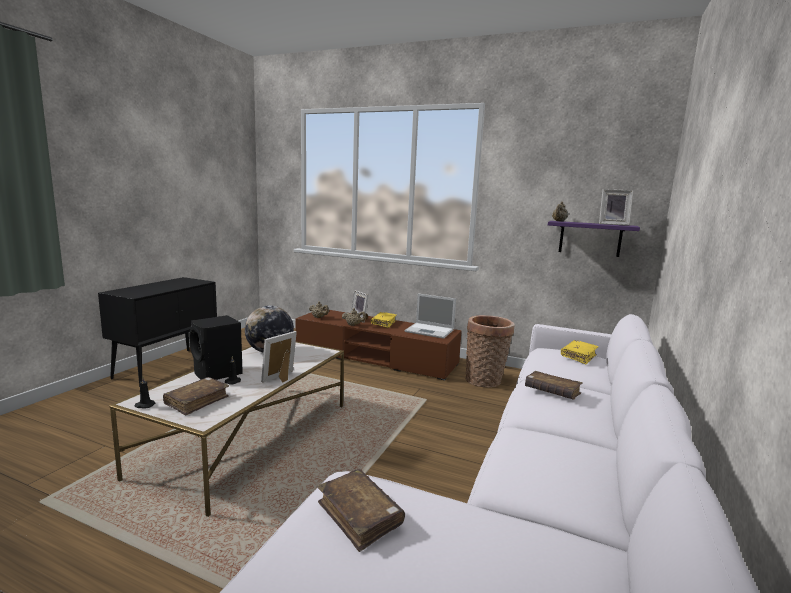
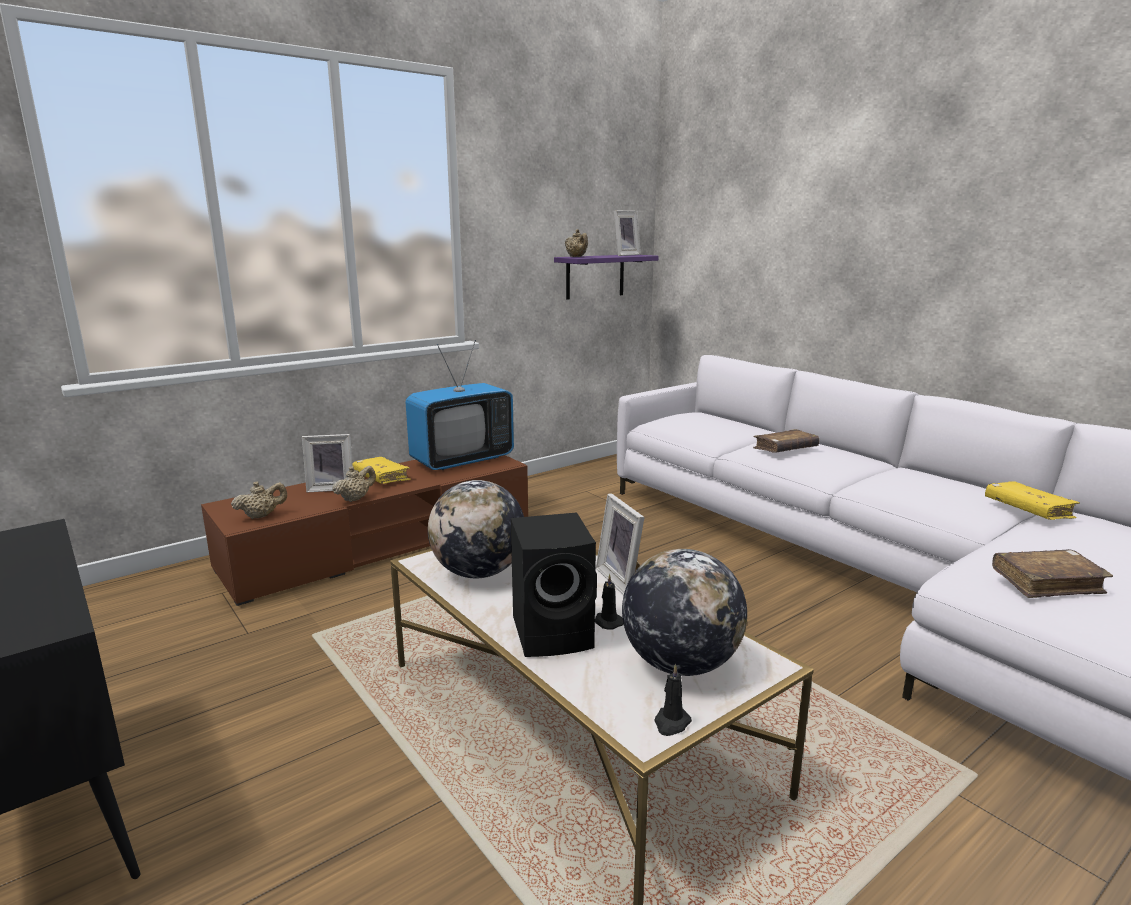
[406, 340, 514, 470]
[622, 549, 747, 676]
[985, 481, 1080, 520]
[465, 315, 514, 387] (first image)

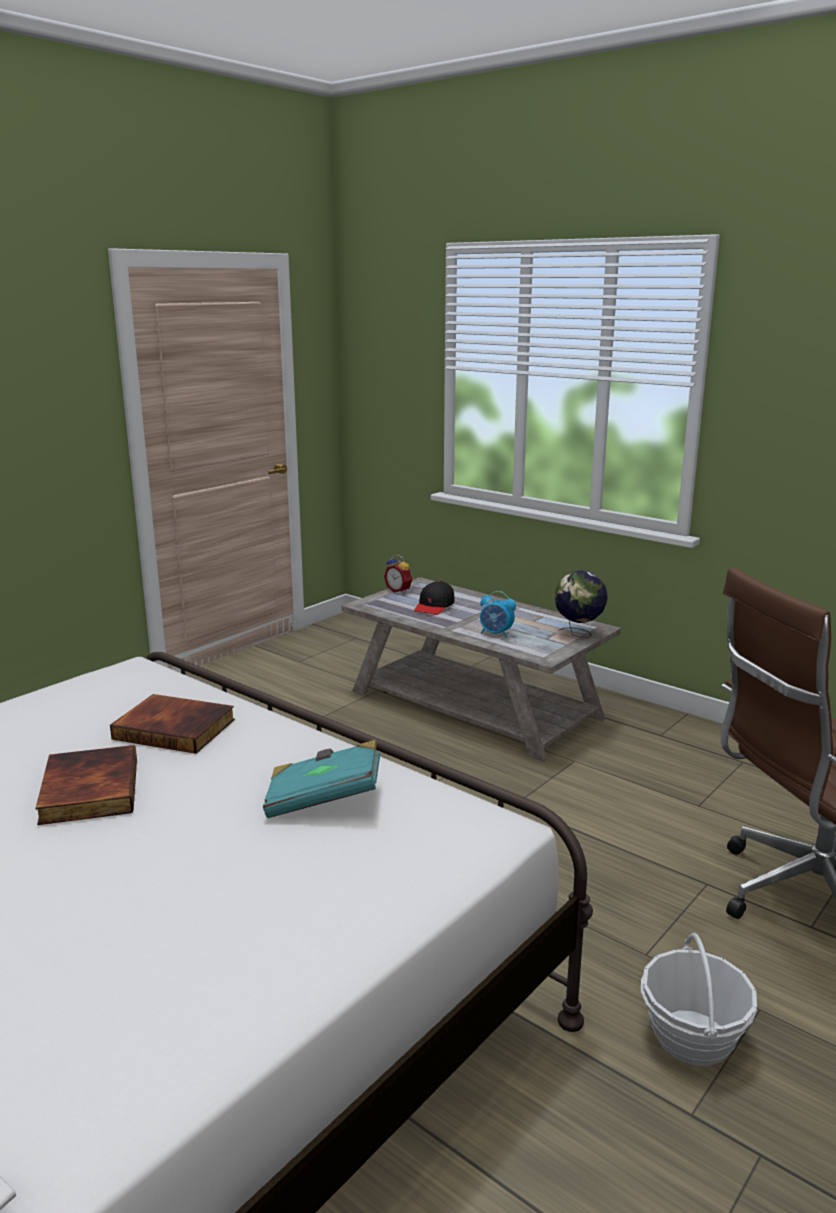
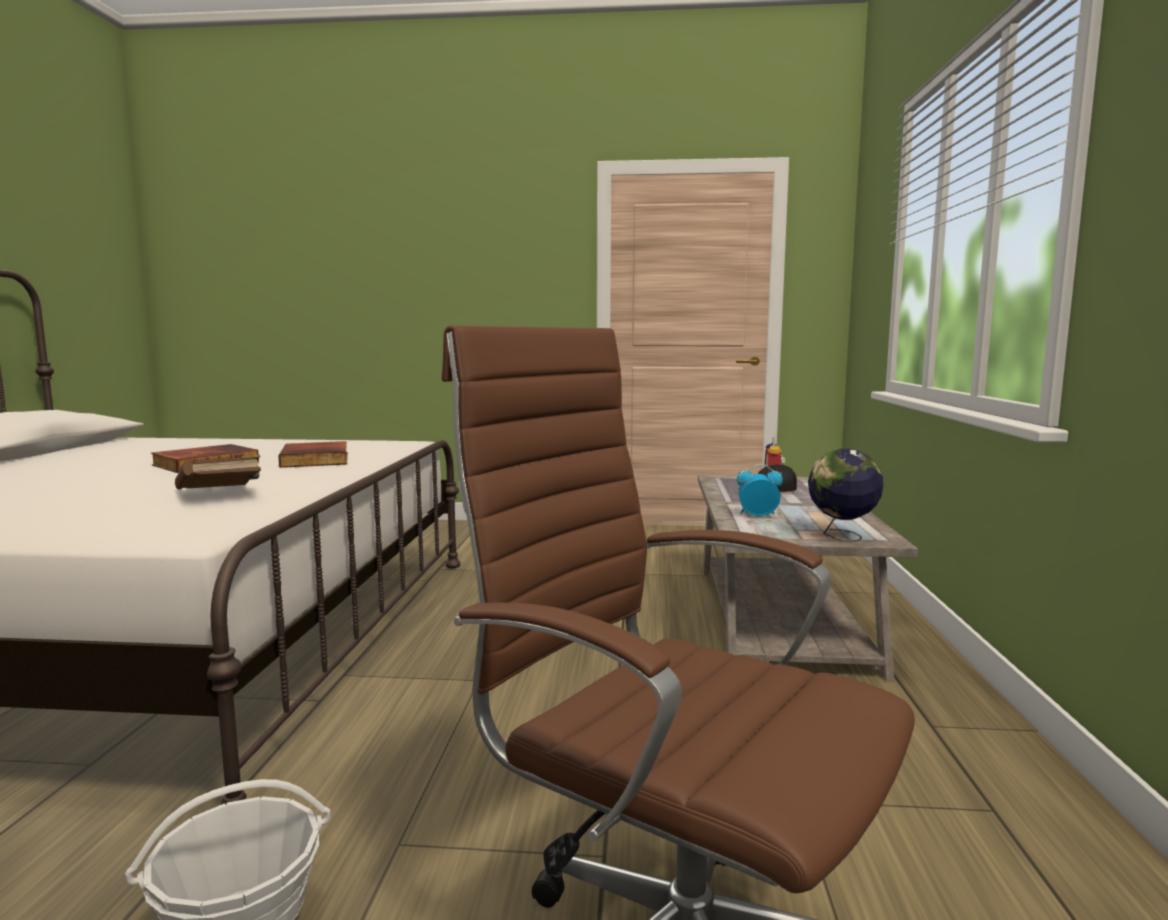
[175, 454, 261, 489]
[737, 464, 783, 516]

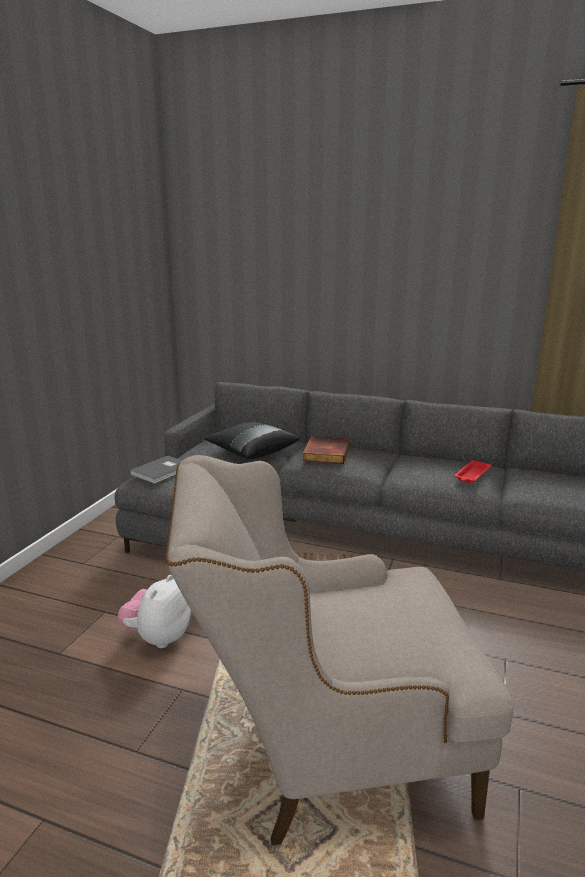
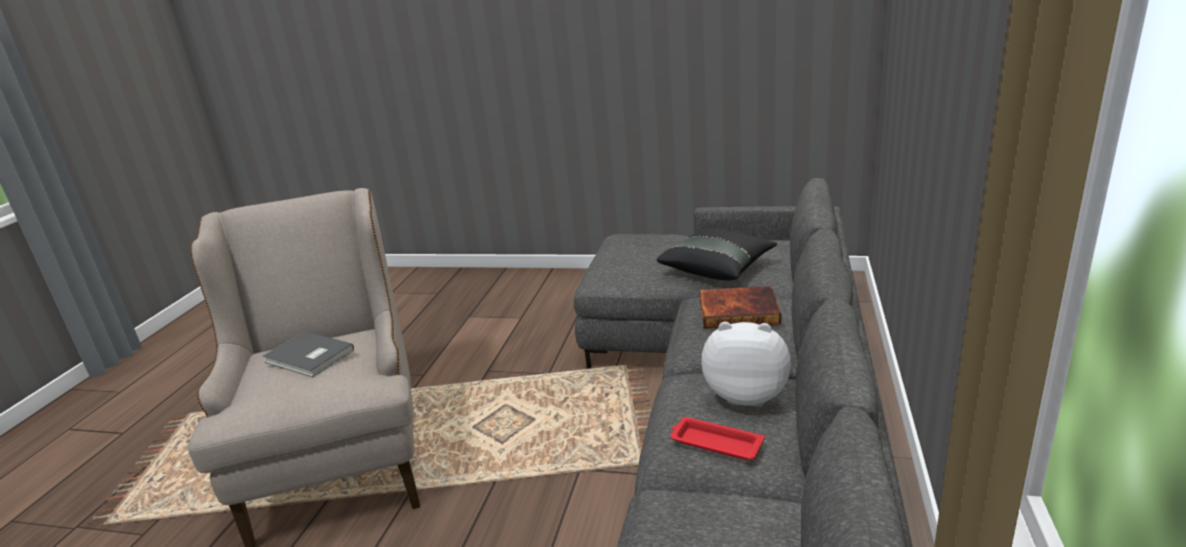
[263, 331, 354, 377]
[701, 322, 791, 407]

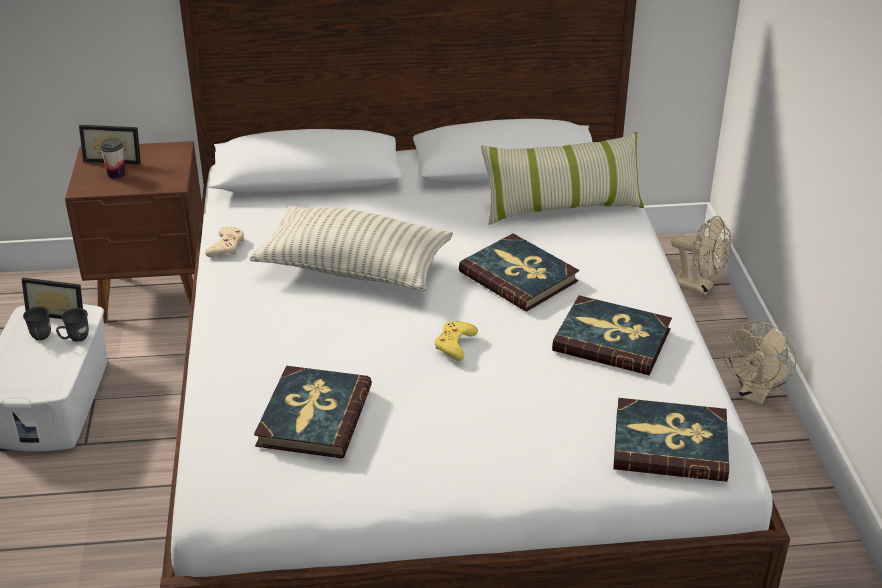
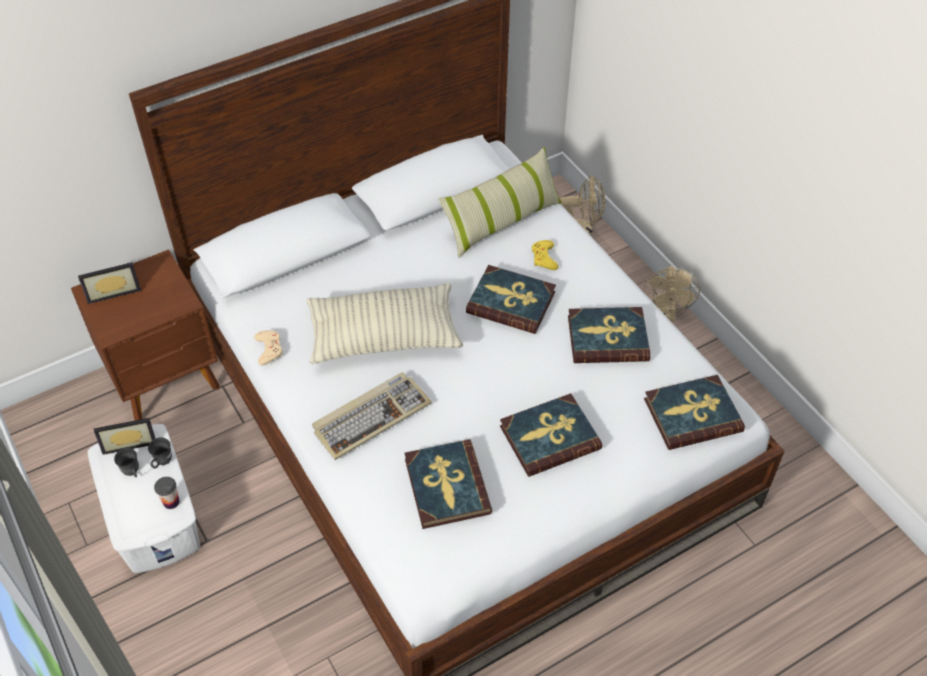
[154, 477, 179, 509]
[312, 372, 432, 460]
[500, 393, 602, 477]
[532, 240, 558, 270]

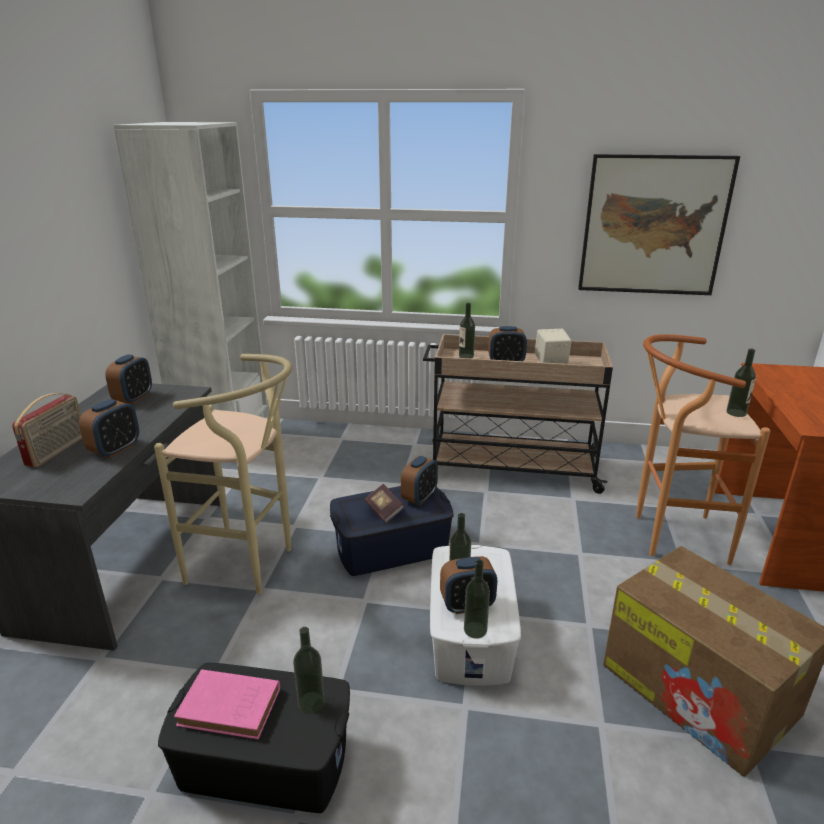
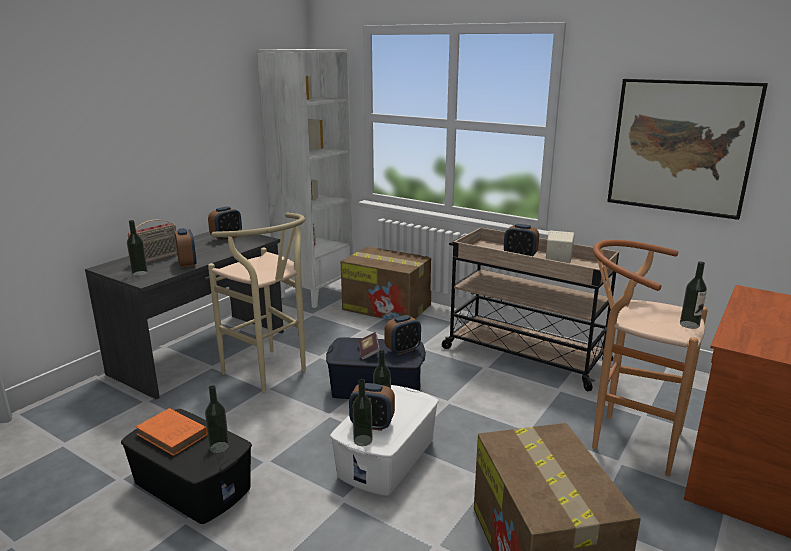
[127, 220, 148, 276]
[136, 408, 208, 456]
[175, 228, 197, 268]
[341, 247, 431, 320]

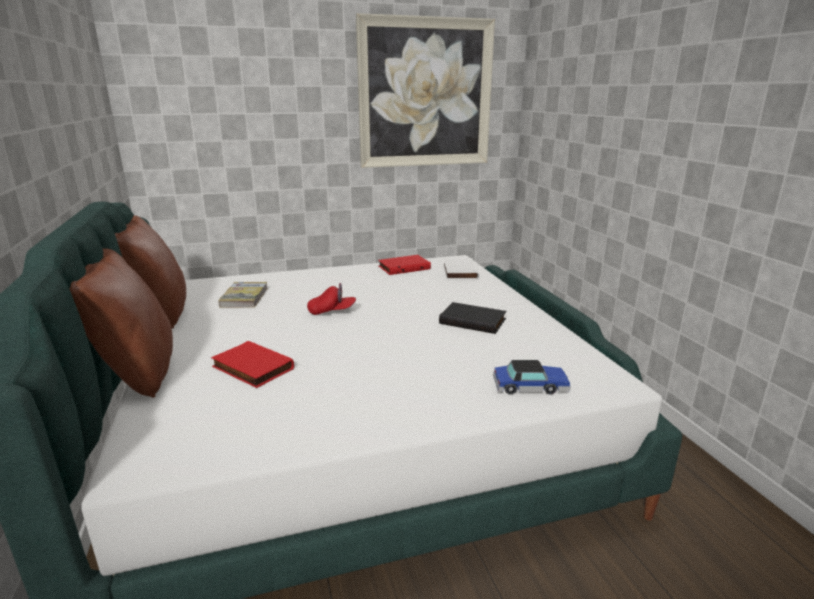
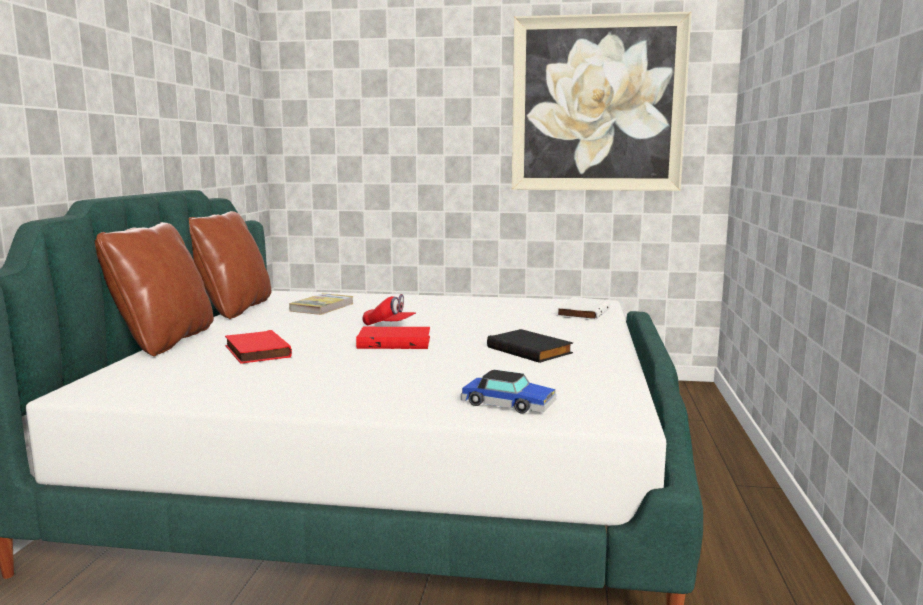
[356, 327, 430, 349]

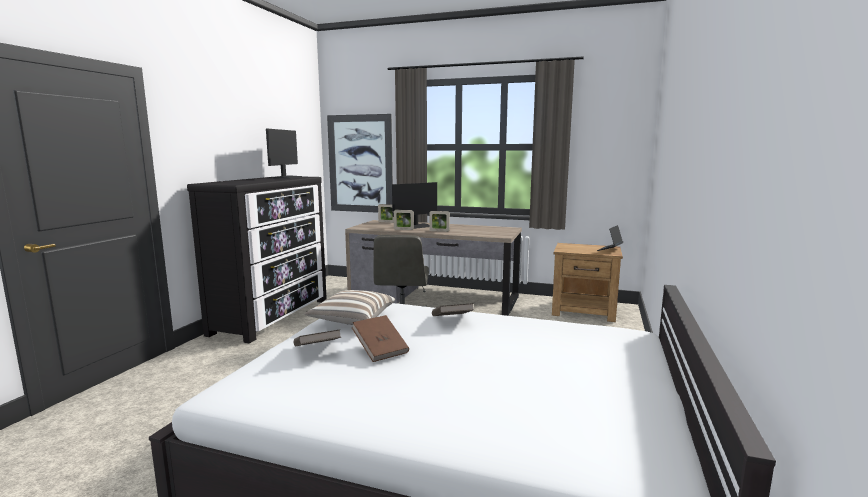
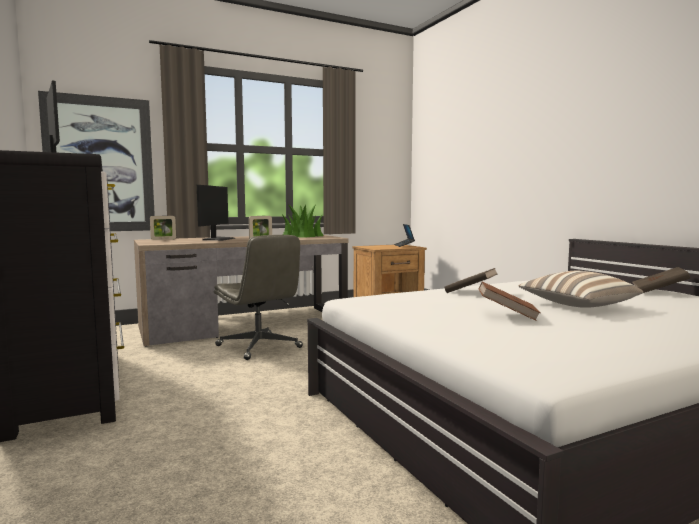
[283, 204, 324, 238]
[518, 271, 643, 308]
[632, 267, 690, 293]
[394, 210, 414, 230] (first image)

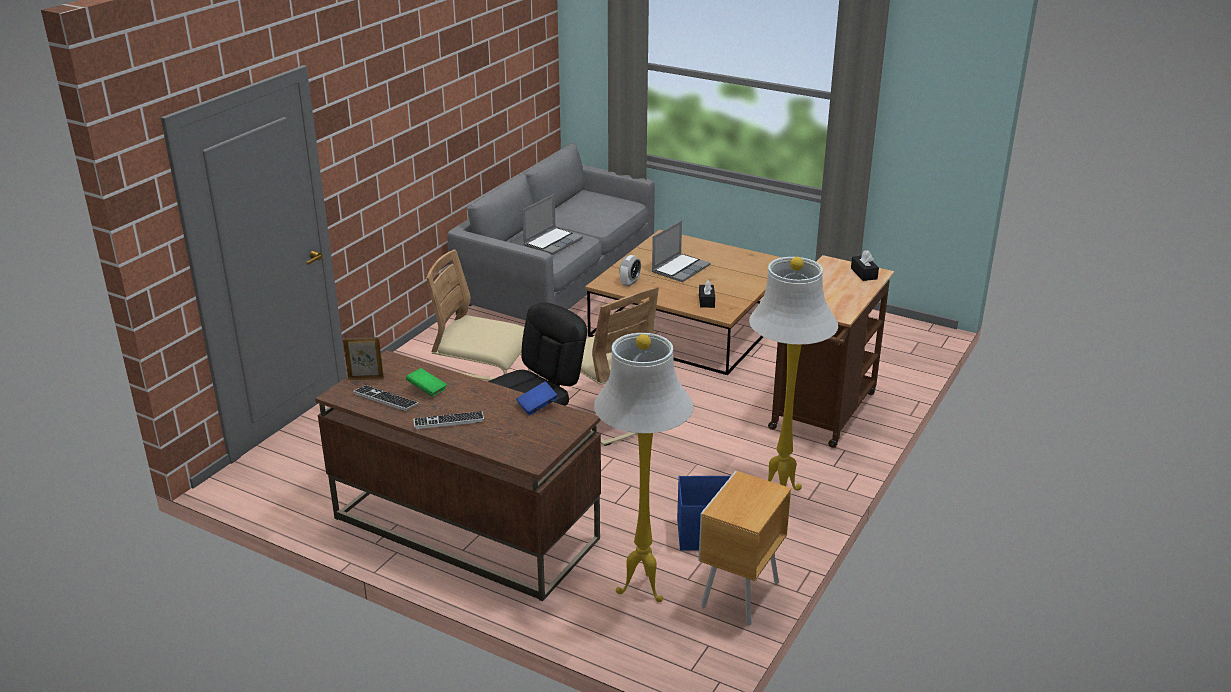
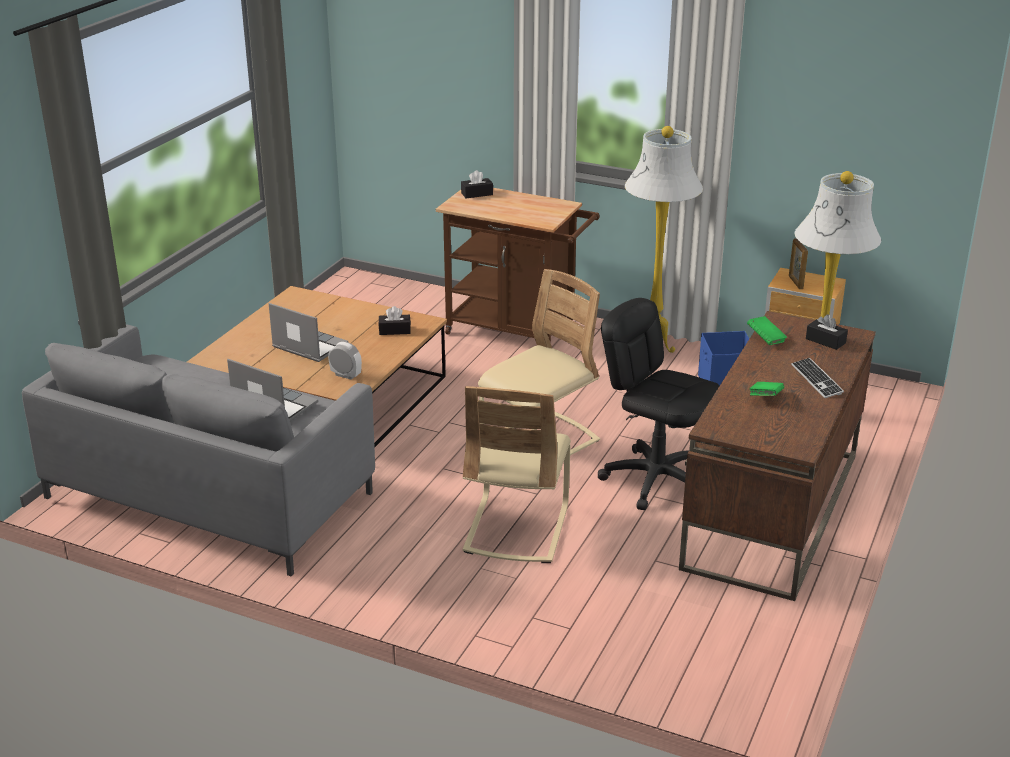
[747, 316, 787, 345]
[789, 238, 808, 289]
[806, 314, 848, 350]
[353, 385, 418, 411] (first image)

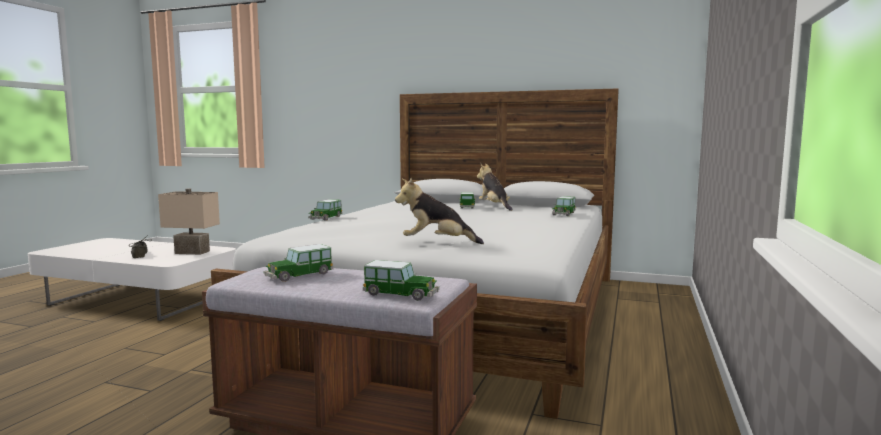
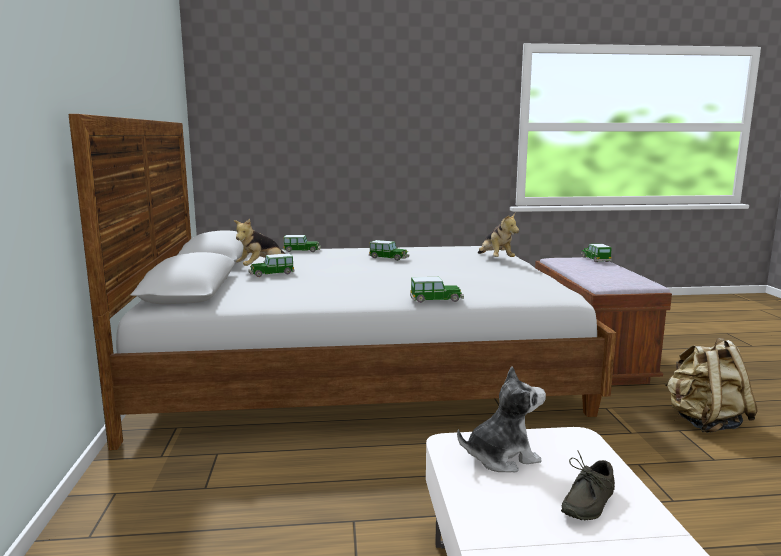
[369, 240, 410, 261]
[457, 366, 546, 472]
[665, 338, 758, 433]

